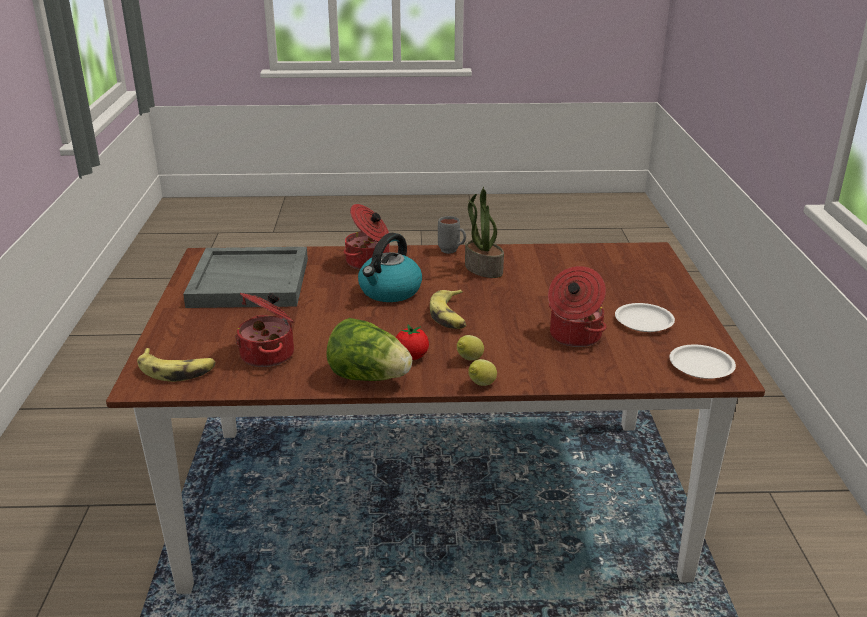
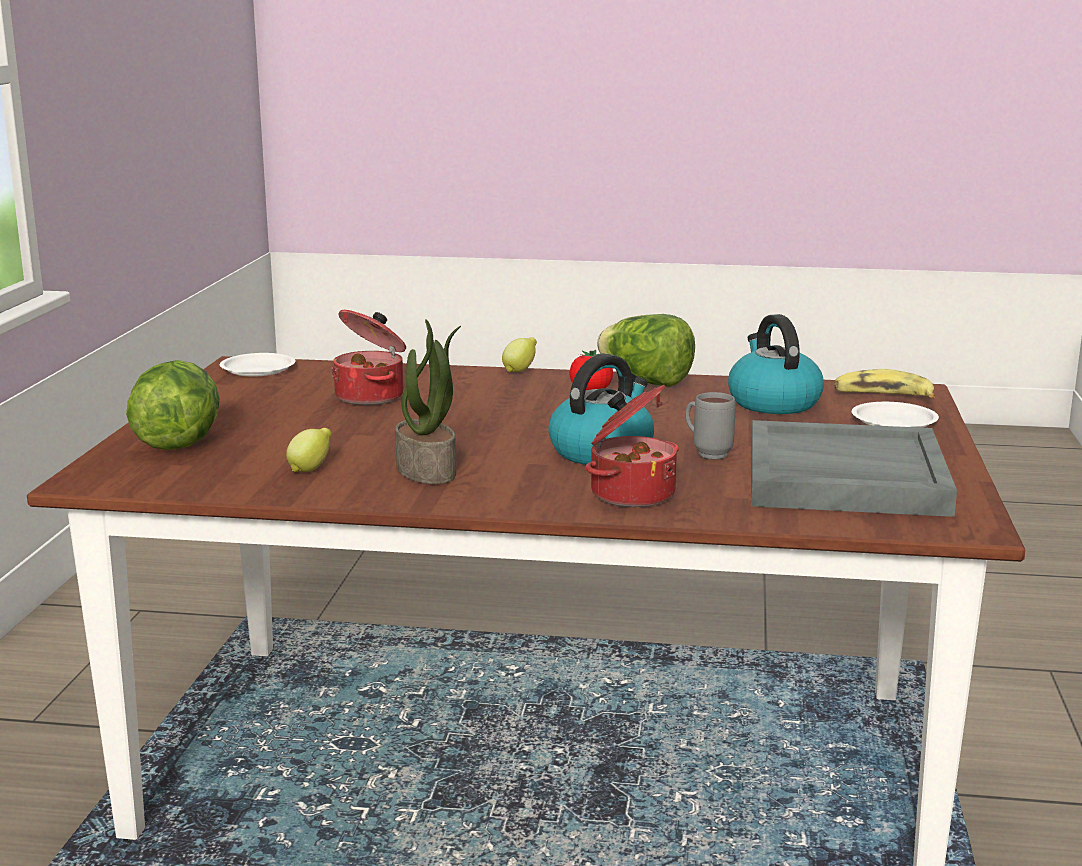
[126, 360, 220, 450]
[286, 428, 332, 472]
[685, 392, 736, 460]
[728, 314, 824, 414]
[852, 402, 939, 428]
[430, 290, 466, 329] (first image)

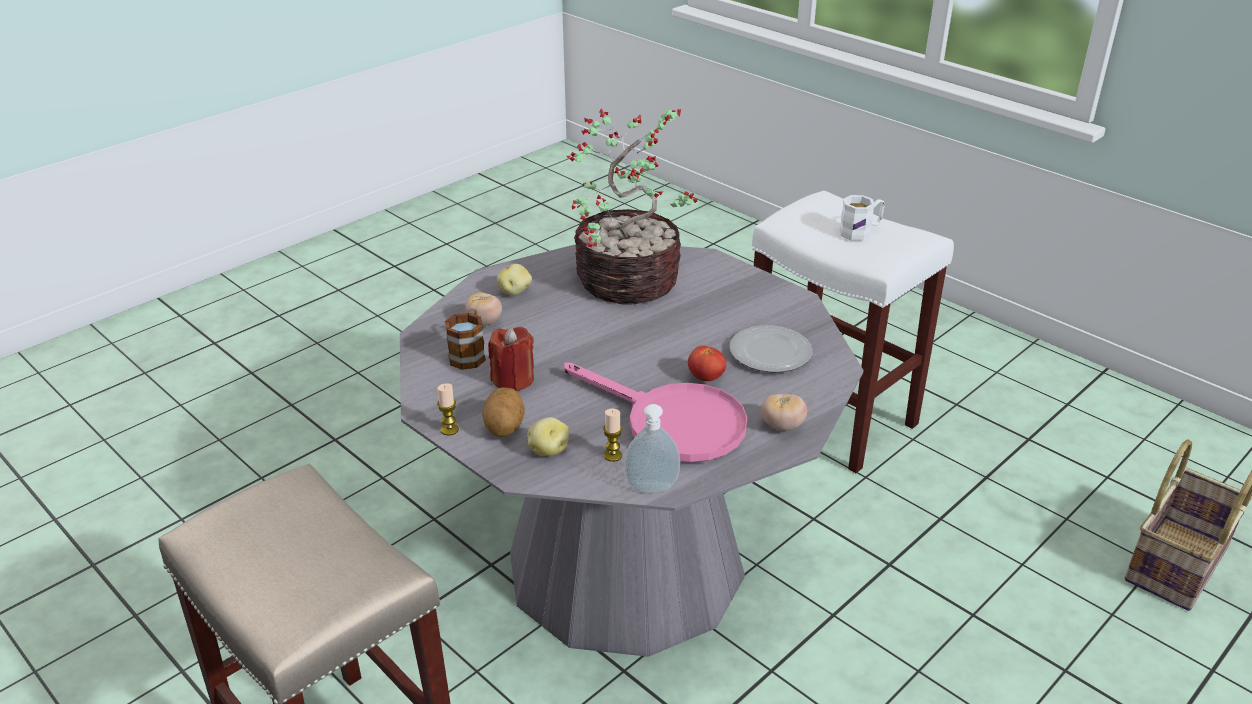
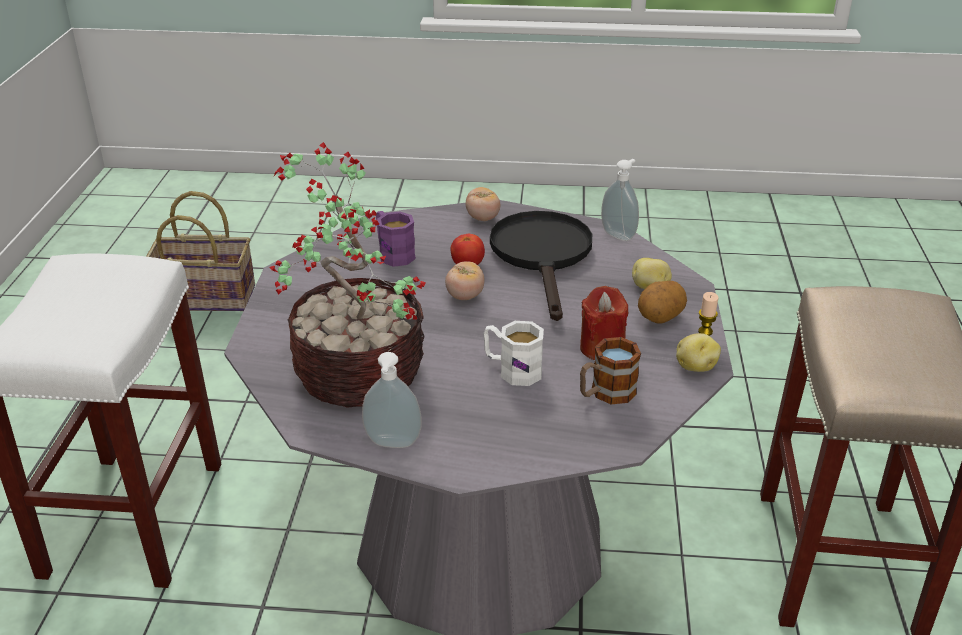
[362, 352, 422, 448]
[376, 211, 416, 267]
[445, 261, 484, 300]
[483, 321, 544, 386]
[490, 211, 592, 321]
[676, 333, 721, 372]
[603, 409, 622, 462] (first image)

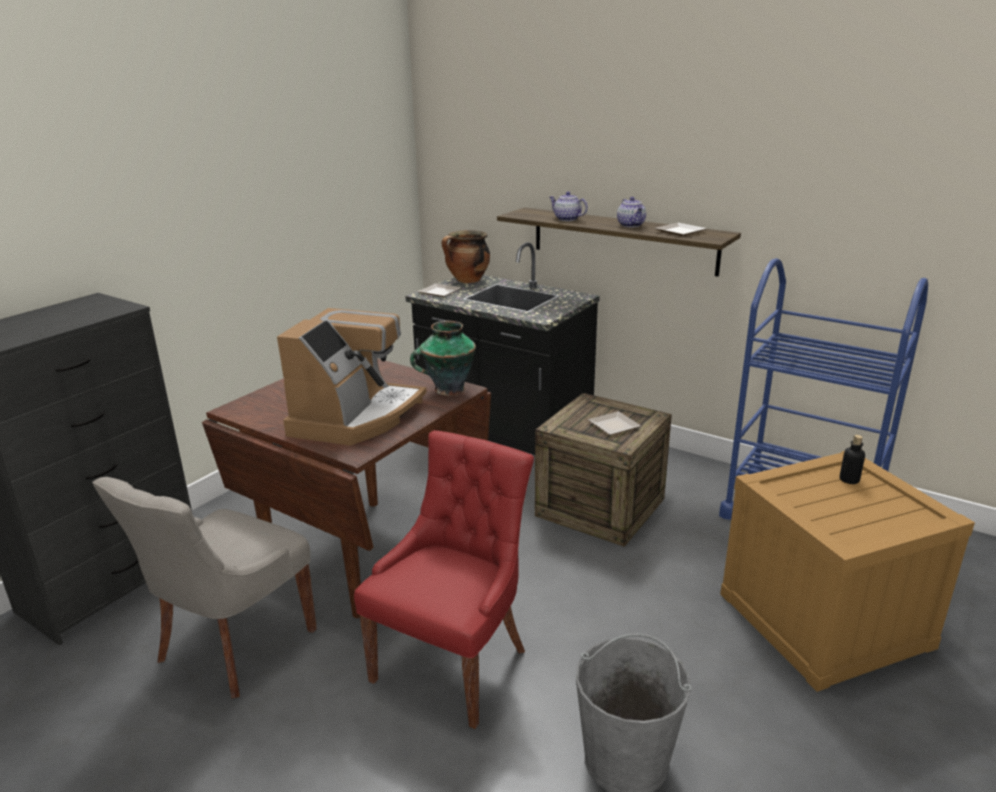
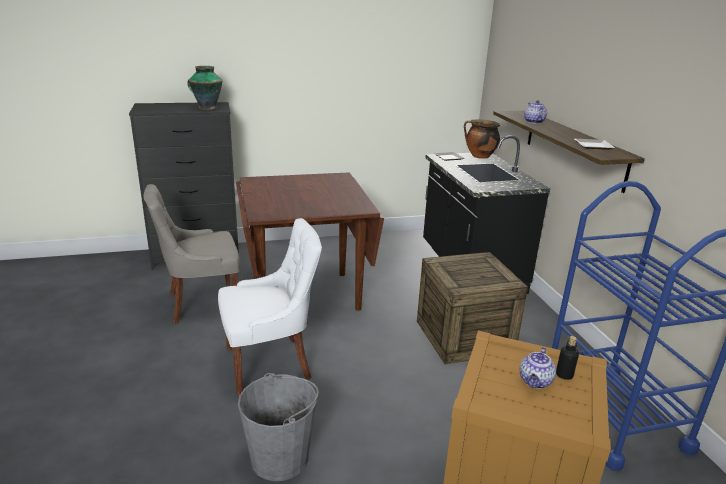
[187, 66, 222, 110]
[218, 218, 322, 396]
[520, 347, 556, 388]
[277, 308, 427, 446] (first image)
[588, 411, 641, 435] (first image)

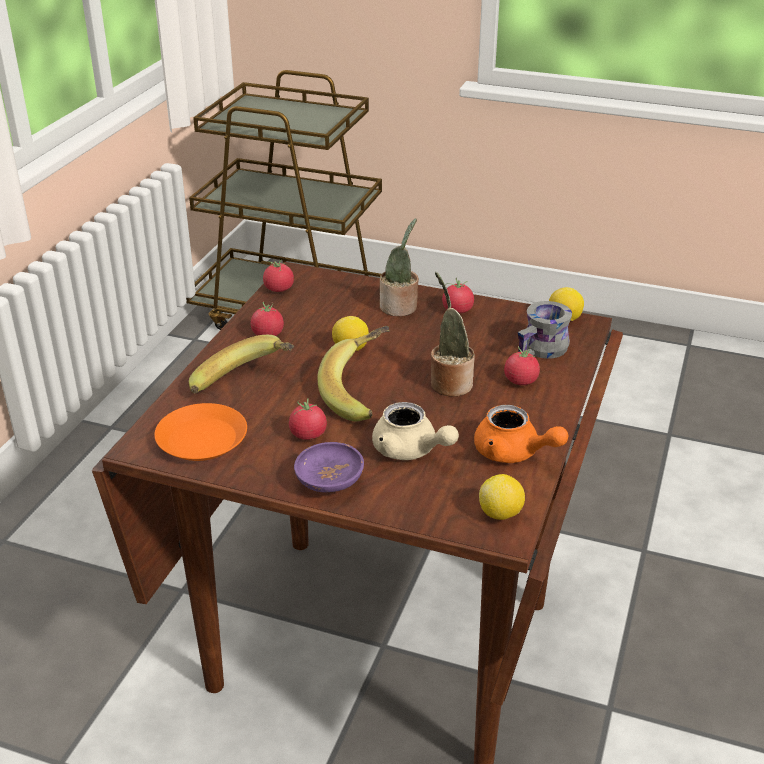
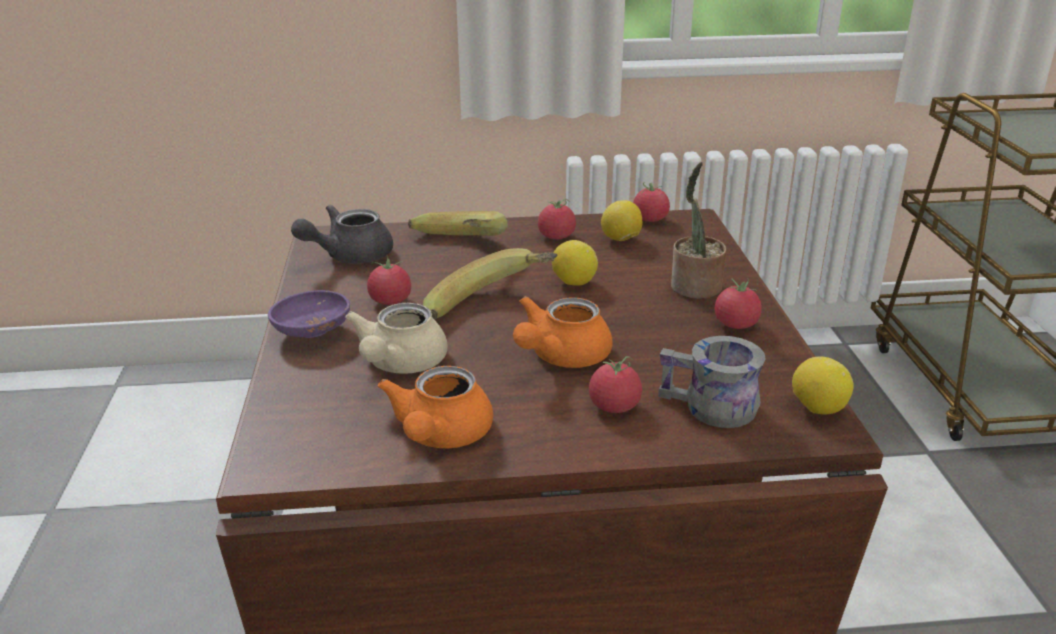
[291, 205, 393, 264]
[513, 296, 613, 368]
[601, 200, 643, 241]

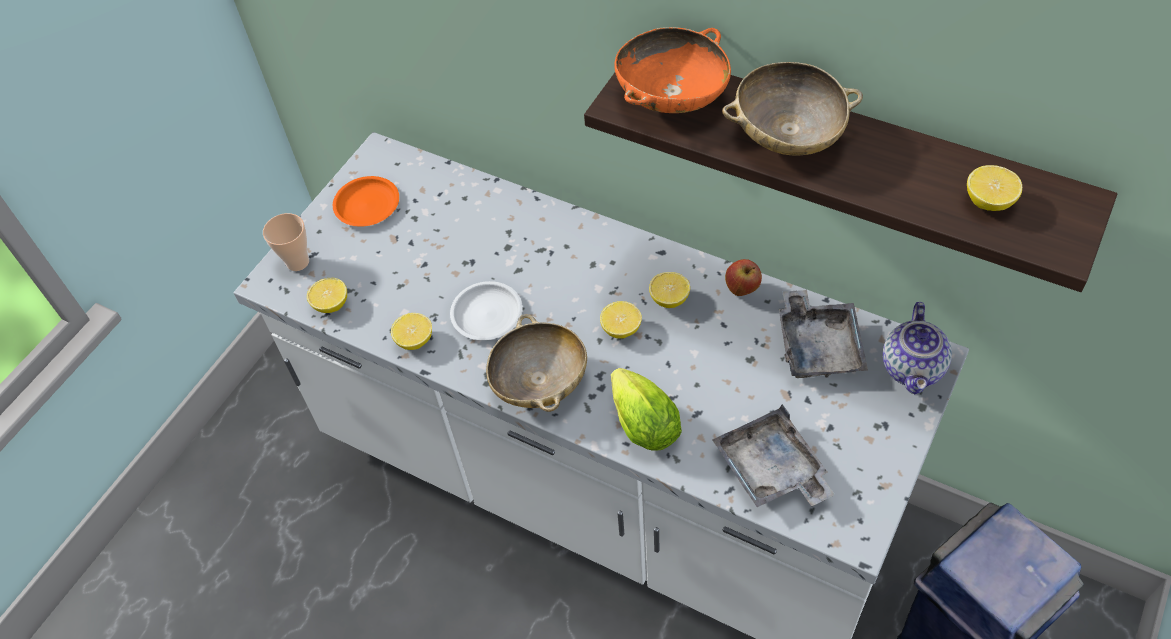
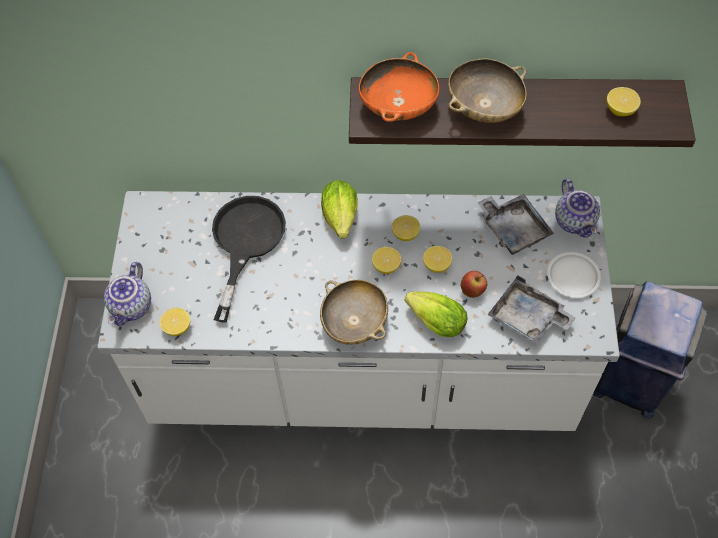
[104, 262, 151, 326]
[212, 196, 286, 323]
[321, 180, 358, 238]
[423, 246, 452, 273]
[461, 271, 487, 298]
[547, 252, 601, 298]
[333, 176, 399, 227] (first image)

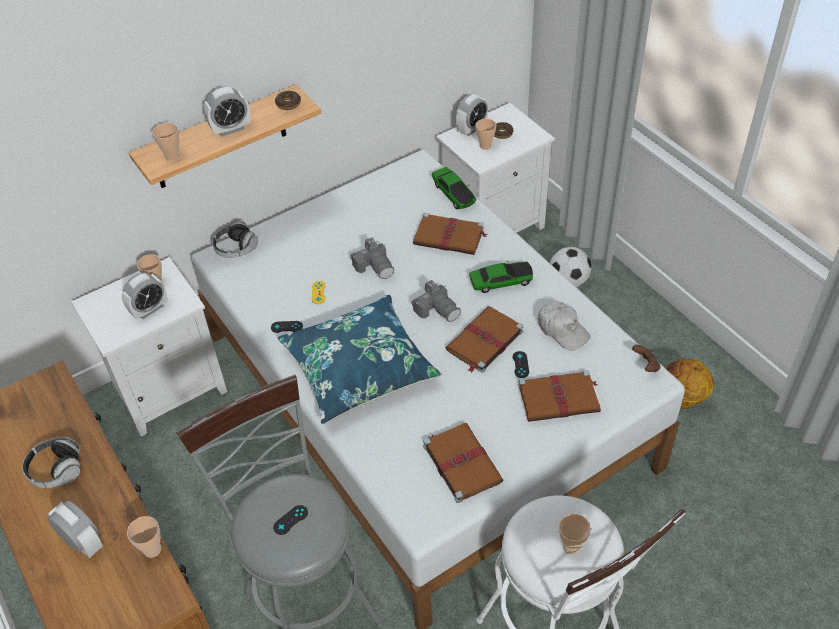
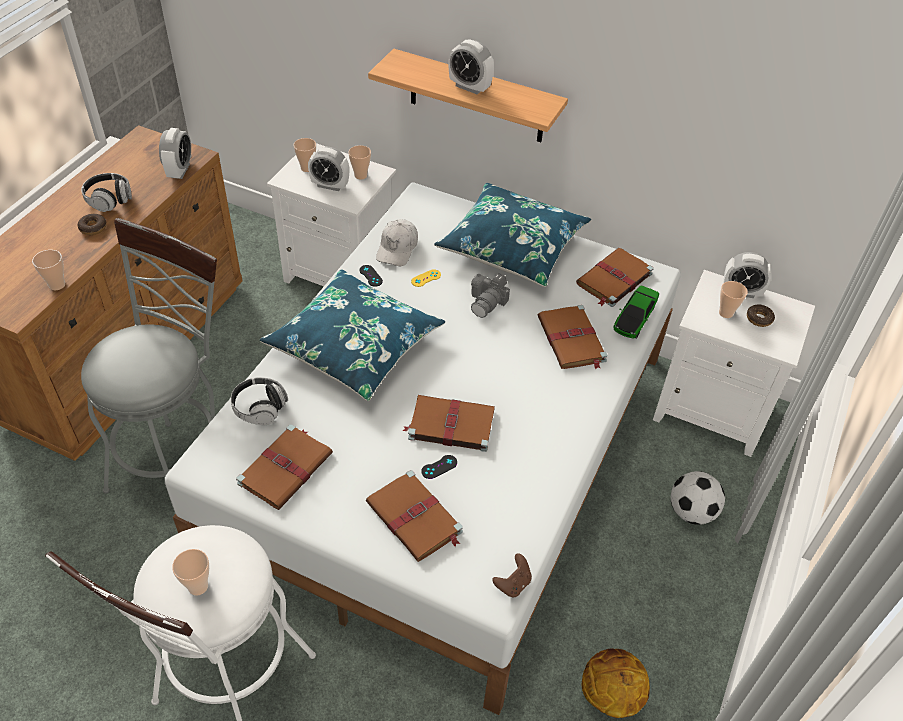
[78, 213, 107, 235]
[159, 128, 191, 179]
[231, 377, 288, 425]
[294, 138, 316, 172]
[376, 219, 418, 266]
[434, 183, 591, 287]
[576, 248, 654, 307]
[273, 505, 308, 535] (first image)
[412, 280, 461, 322] (first image)
[469, 261, 533, 293] (first image)

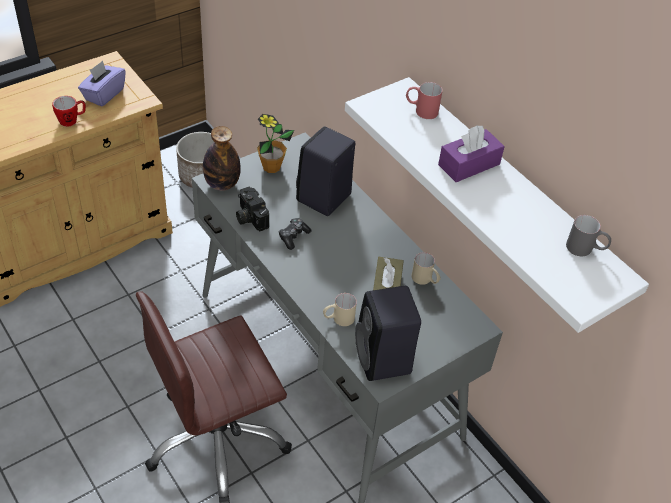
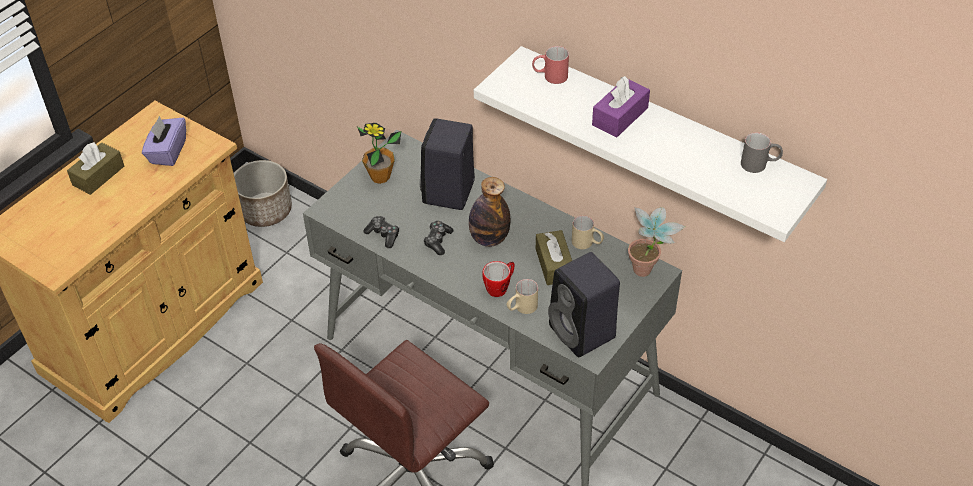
[67, 142, 124, 195]
[363, 216, 399, 248]
[469, 177, 510, 247]
[482, 261, 514, 297]
[628, 207, 686, 277]

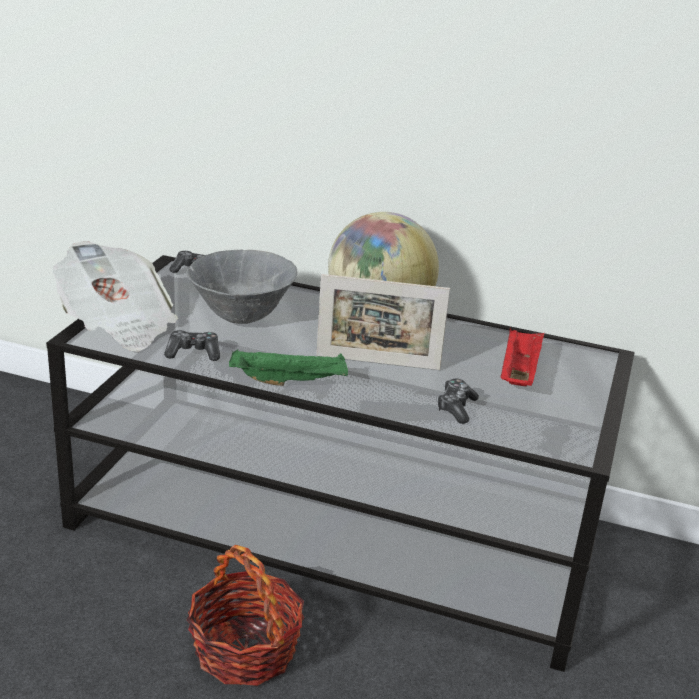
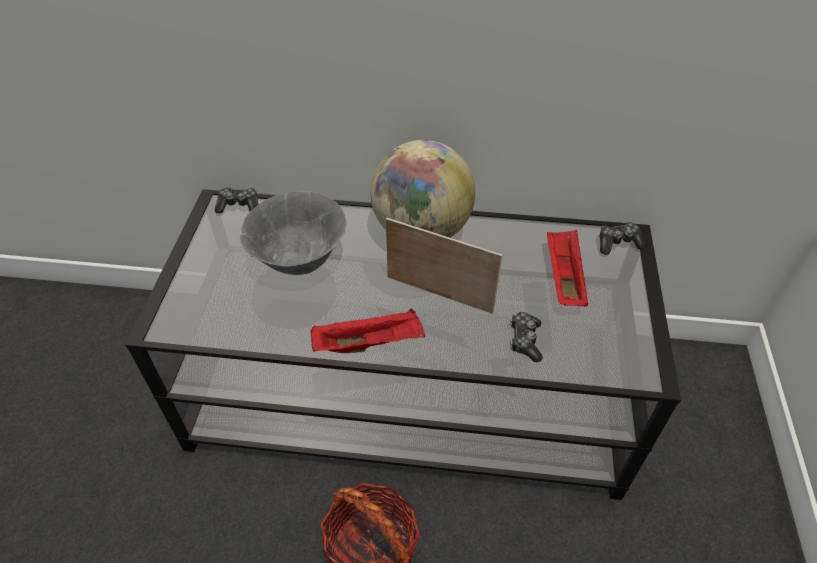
[311, 309, 425, 353]
[385, 217, 502, 314]
[600, 222, 645, 255]
[52, 241, 178, 352] (first image)

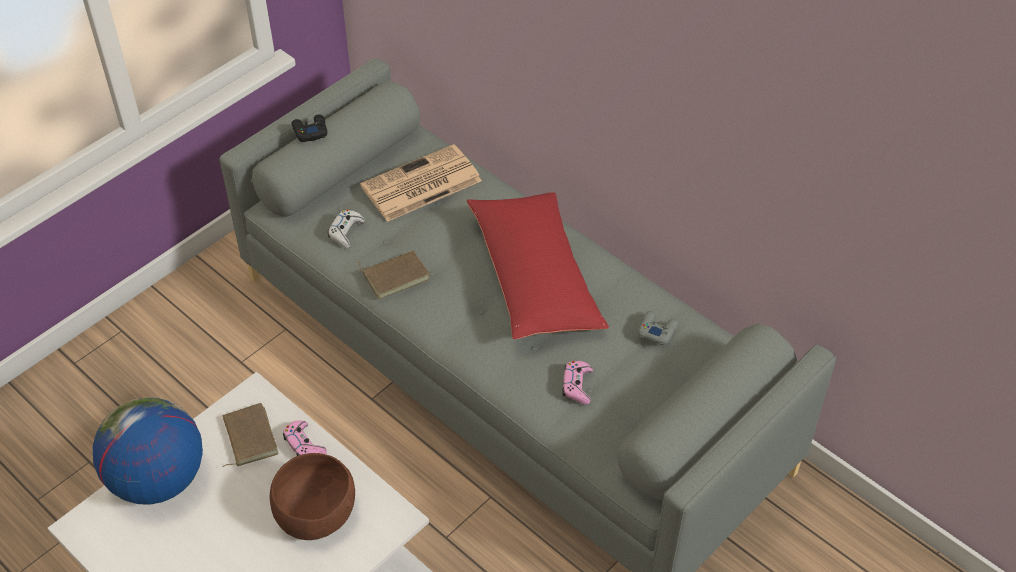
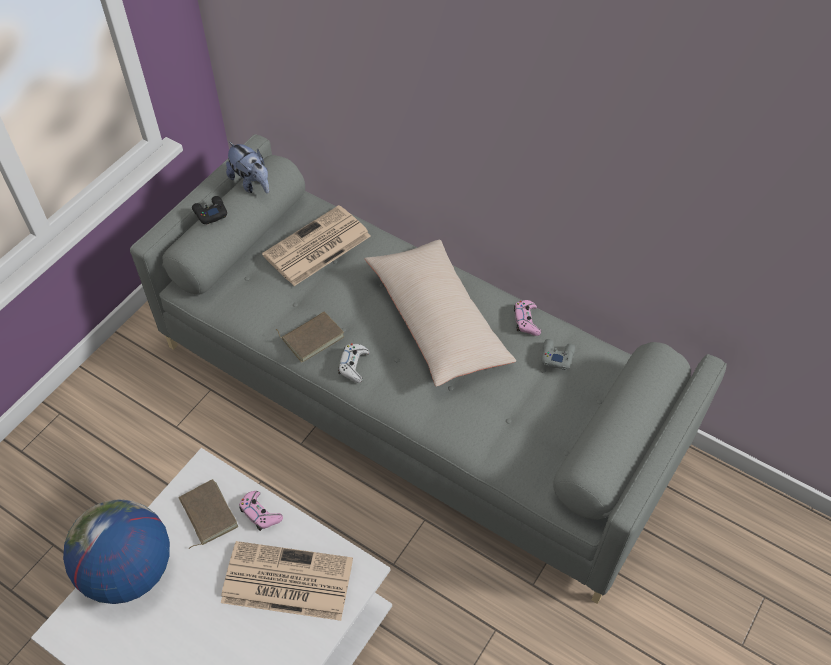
[221, 541, 353, 621]
[226, 142, 269, 193]
[338, 344, 370, 383]
[365, 240, 516, 387]
[514, 300, 541, 336]

